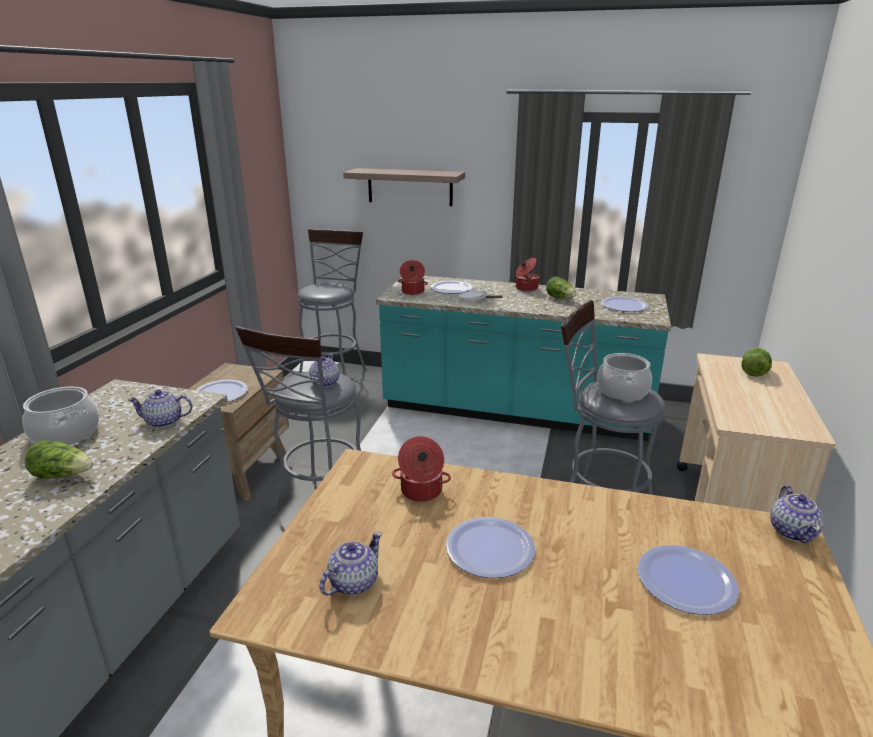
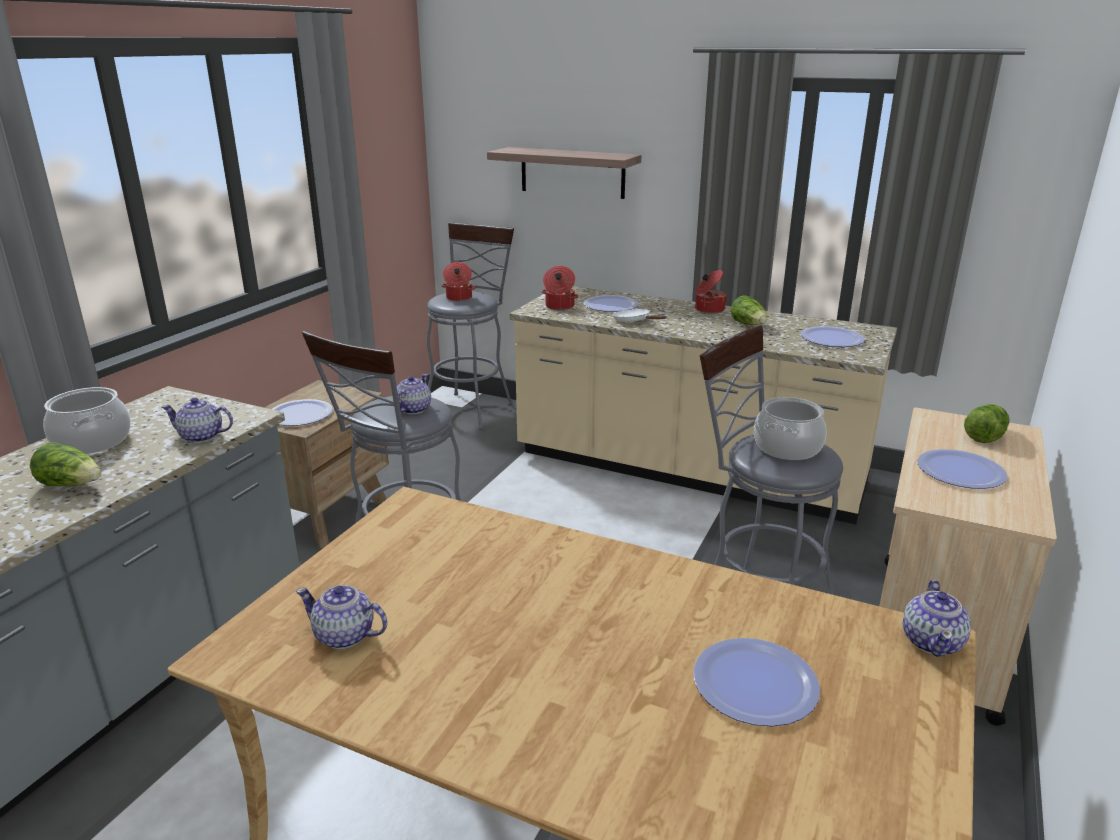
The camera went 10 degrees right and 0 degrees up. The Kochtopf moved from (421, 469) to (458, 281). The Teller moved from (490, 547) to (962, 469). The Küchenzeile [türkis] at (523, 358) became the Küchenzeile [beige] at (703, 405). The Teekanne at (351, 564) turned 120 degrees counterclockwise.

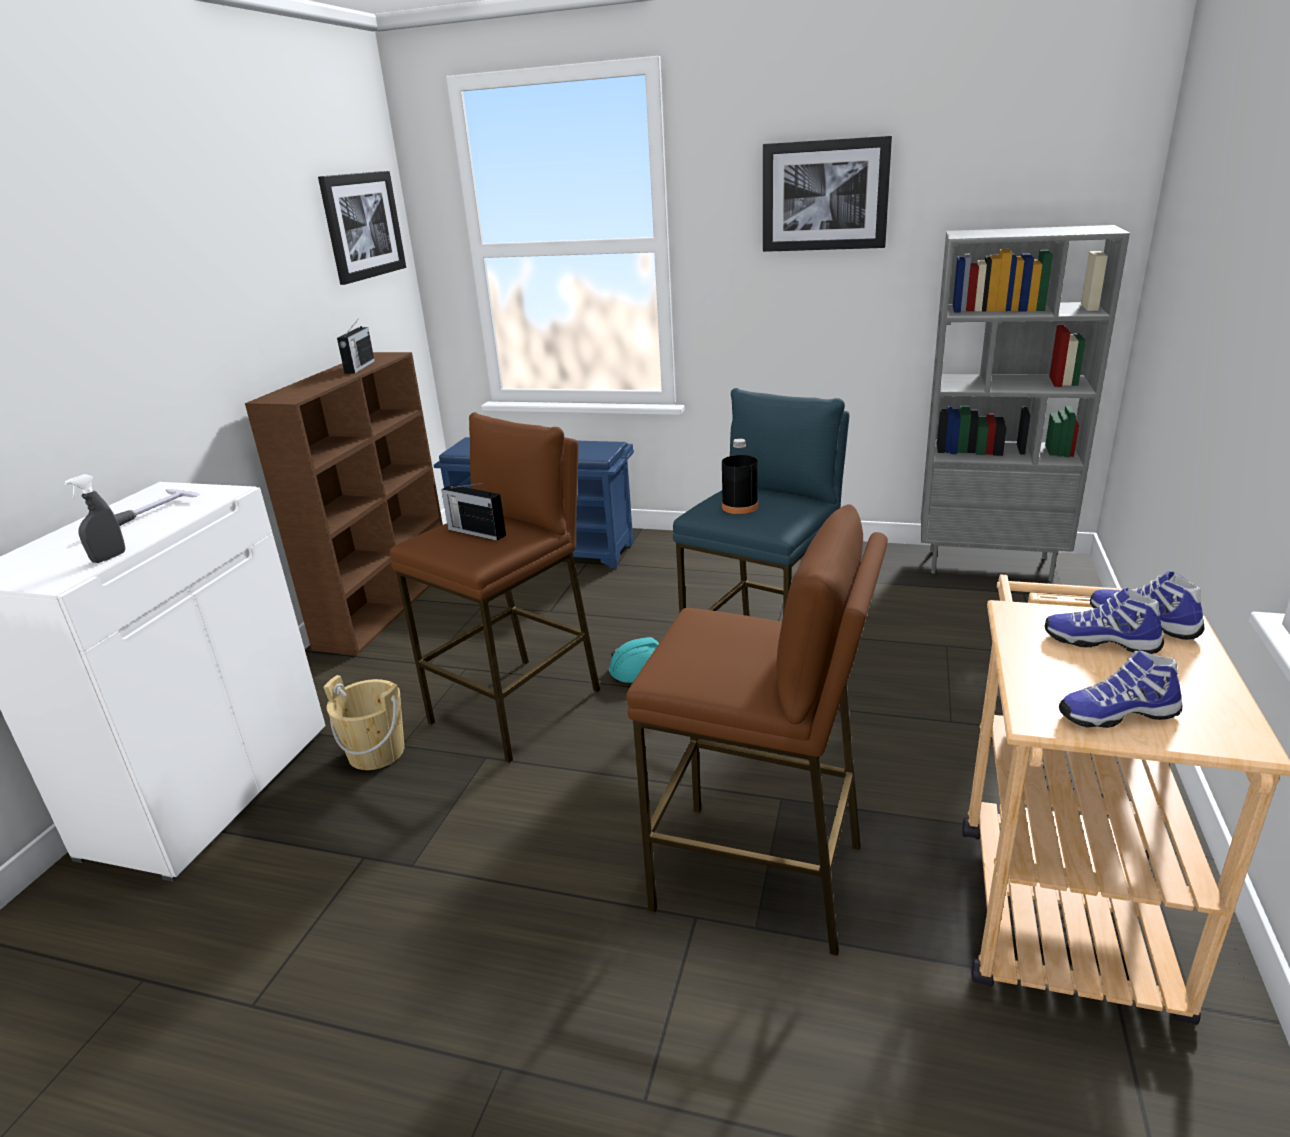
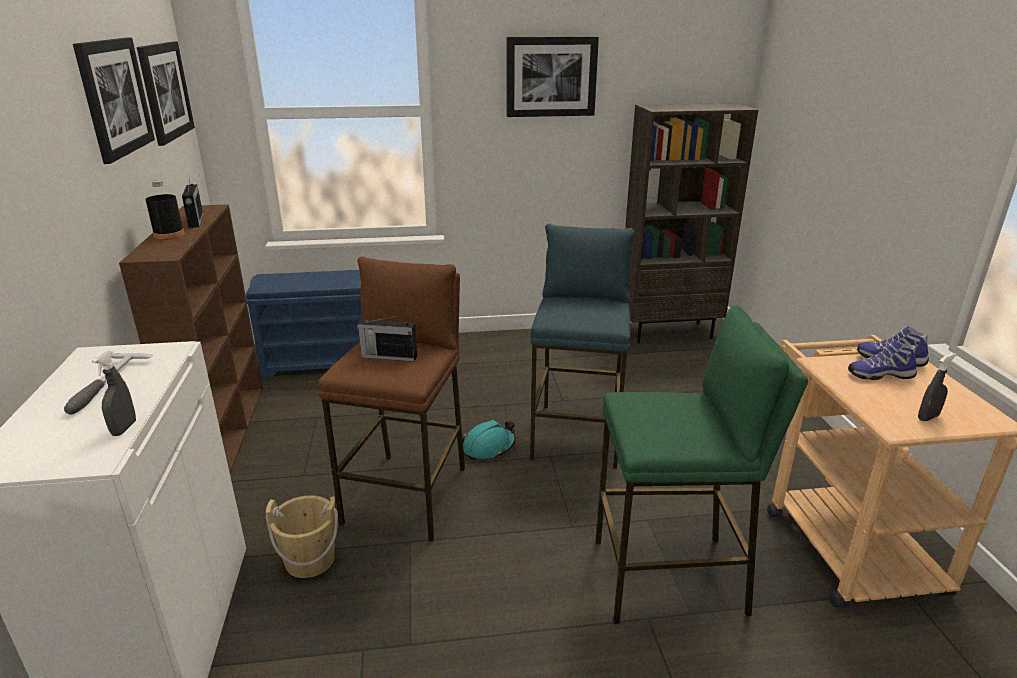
The camera went 25 degrees left and 0 degrees up. The Bild at (114, 101) appeared. The Flasche [schwarz] moved from (740, 476) to (164, 209). The Schuh at (1120, 689) was replaced by the Sprühflasche [grau] at (937, 387). The Hocker [braun] at (757, 730) became the Hocker [grün] at (701, 464). The Bücherregal [grau] at (1025, 403) became the Bücherregal [braun] at (691, 223).

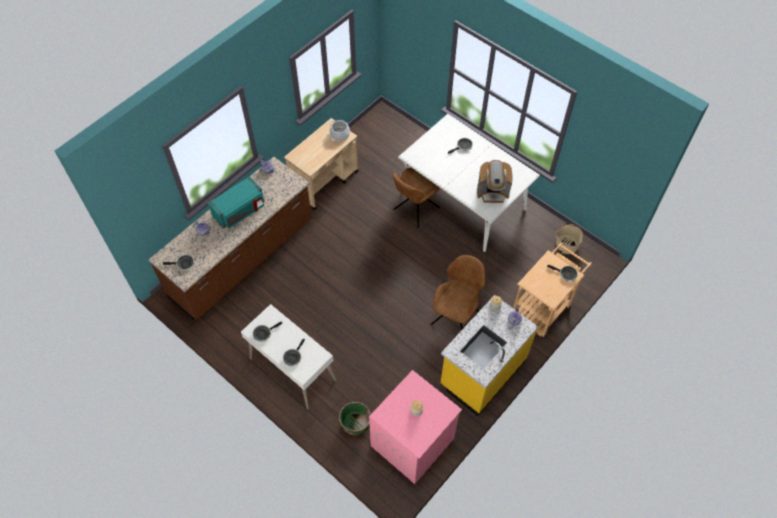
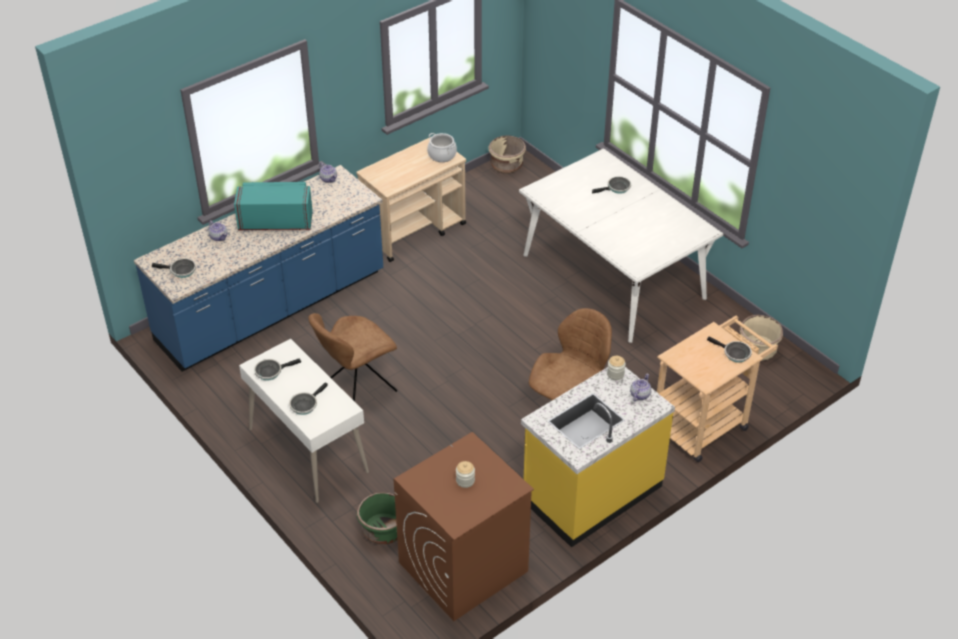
The camera went 10 degrees right and 15 degrees down. The Kaffeemaschine at (494, 181) disappeared. The Pflanzkübel [beige] at (507, 154) appeared. The Stuhl [braun] moved from (416, 197) to (352, 357). The Küchenzeile [braun] at (230, 238) became the Küchenzeile [blau] at (258, 268). The Waschmaschine [rosa] at (415, 427) became the Waschmaschine [braun] at (463, 526). The Mikrowelle [türkis] at (236, 202) turned 150 degrees counterclockwise.

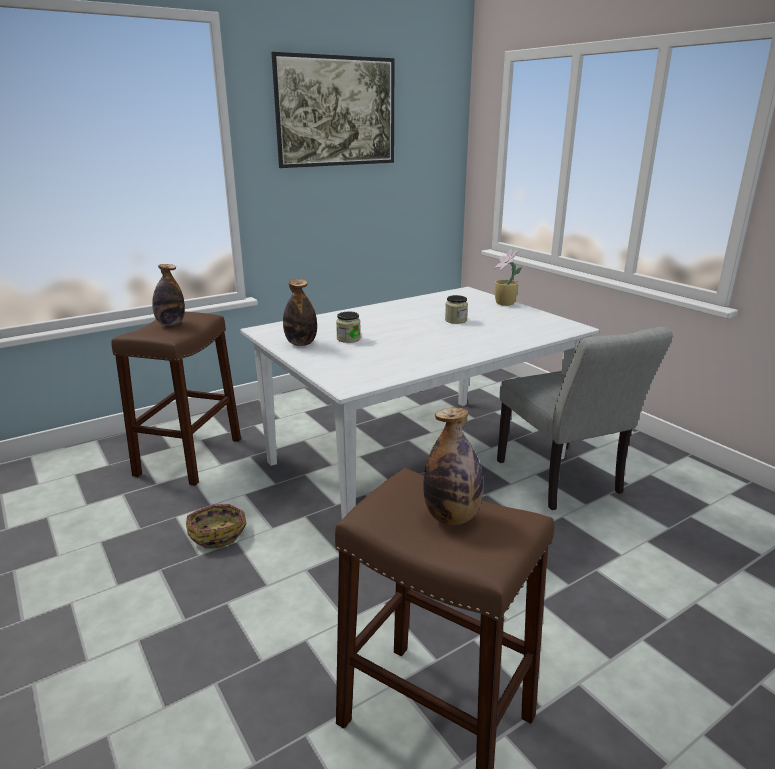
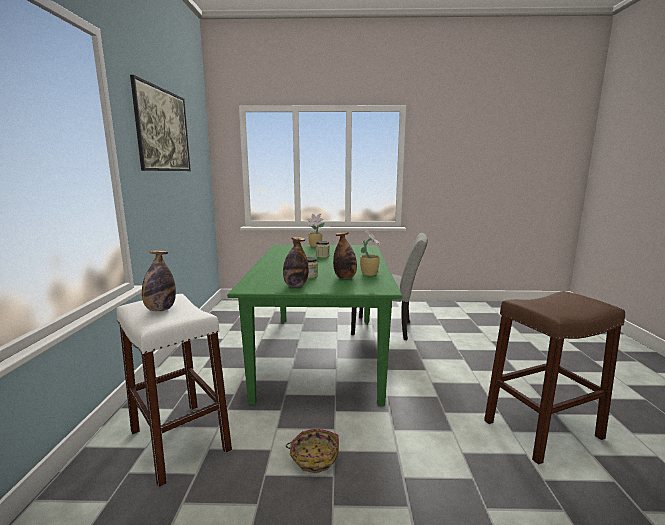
The camera went 55 degrees left and 10 degrees down. The Topfpflanze at (370, 252) appeared. The Flasche moved from (453, 466) to (345, 255). The Hocker [braun] at (176, 399) became the Hocker [weiß] at (174, 390). The Esstisch [weiß] at (419, 403) became the Esstisch [grün] at (314, 325).

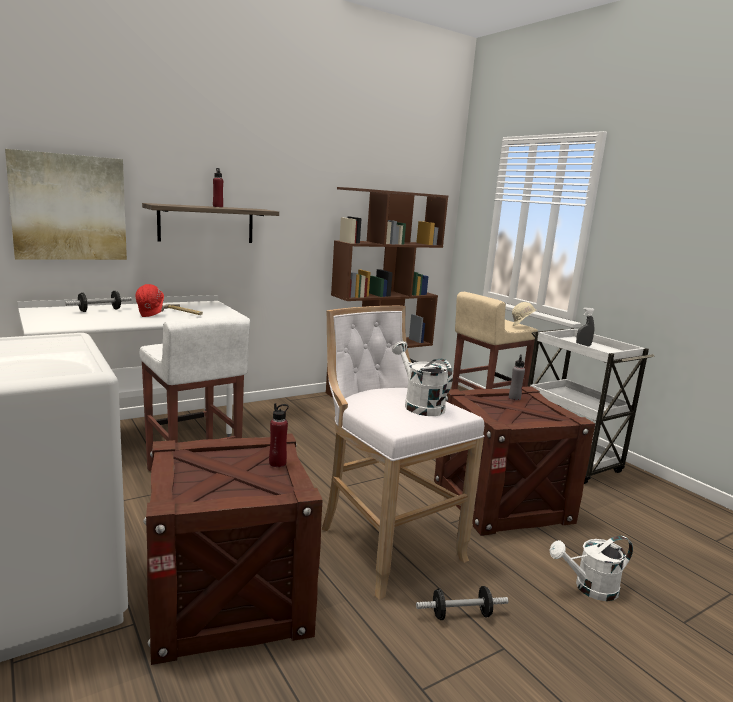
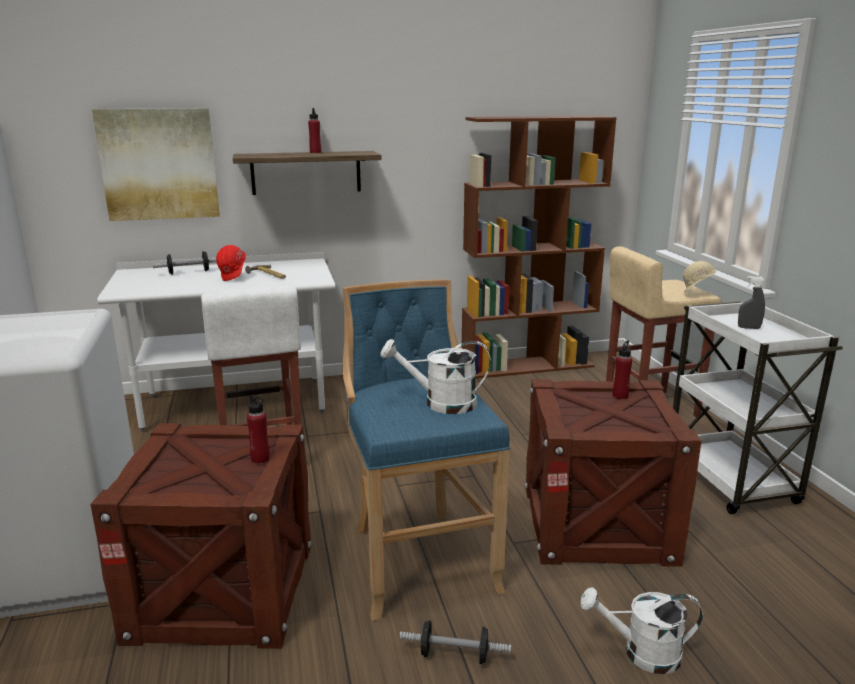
The camera went 20 degrees right and 5 degrees up. The Hocker [weiß] at (402, 453) became the Hocker [blau] at (426, 450). The Flasche [grau] at (517, 377) became the Flasche [rot] at (622, 369). The Gießkanne [weiß] at (422, 378) turned 75 degrees counterclockwise.

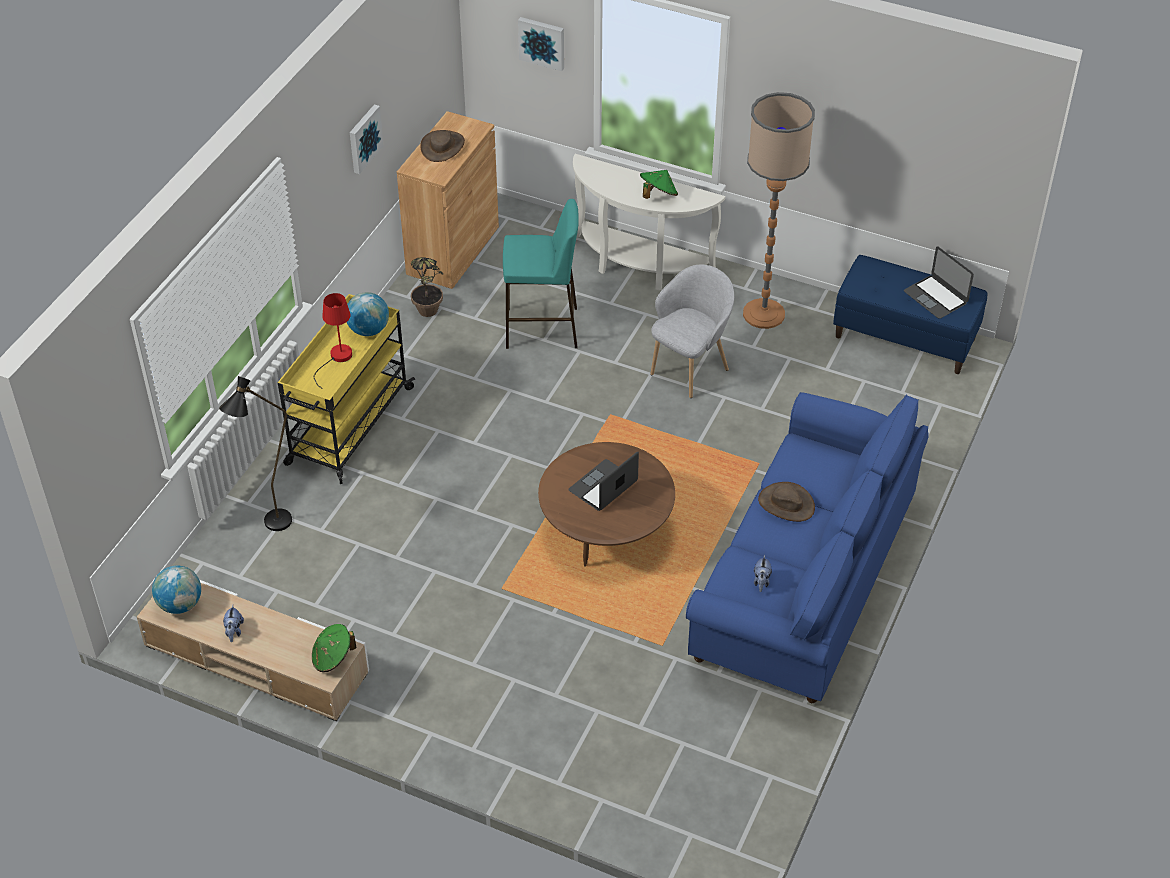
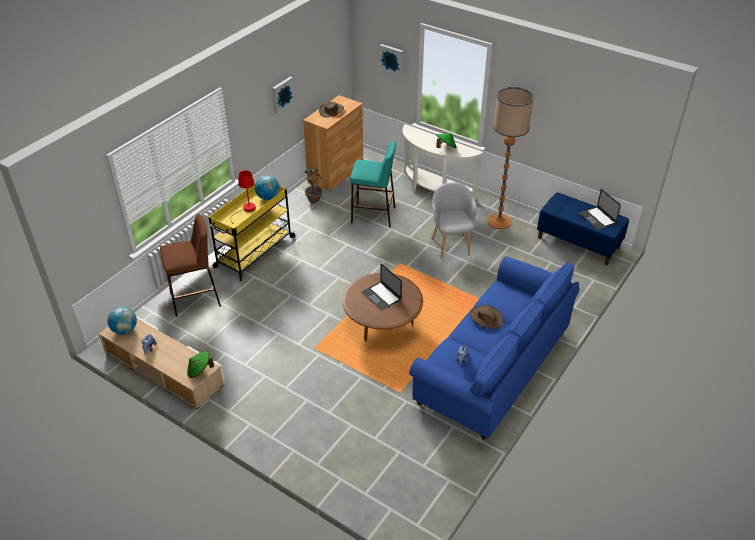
The camera went 10 degrees right and 5 degrees down. The Stehlampe [schwarz] at (255, 453) was replaced by the Hocker [braun] at (190, 265). The Laptop at (604, 481) turned 90 degrees counterclockwise. The Sessel [grau] at (692, 331) turned 60 degrees counterclockwise.

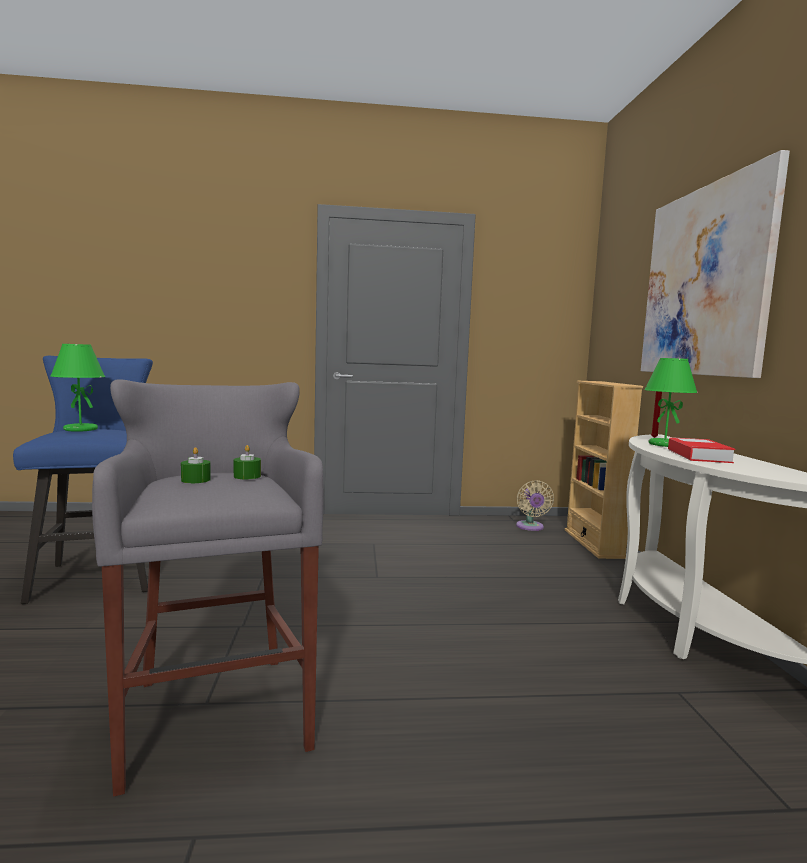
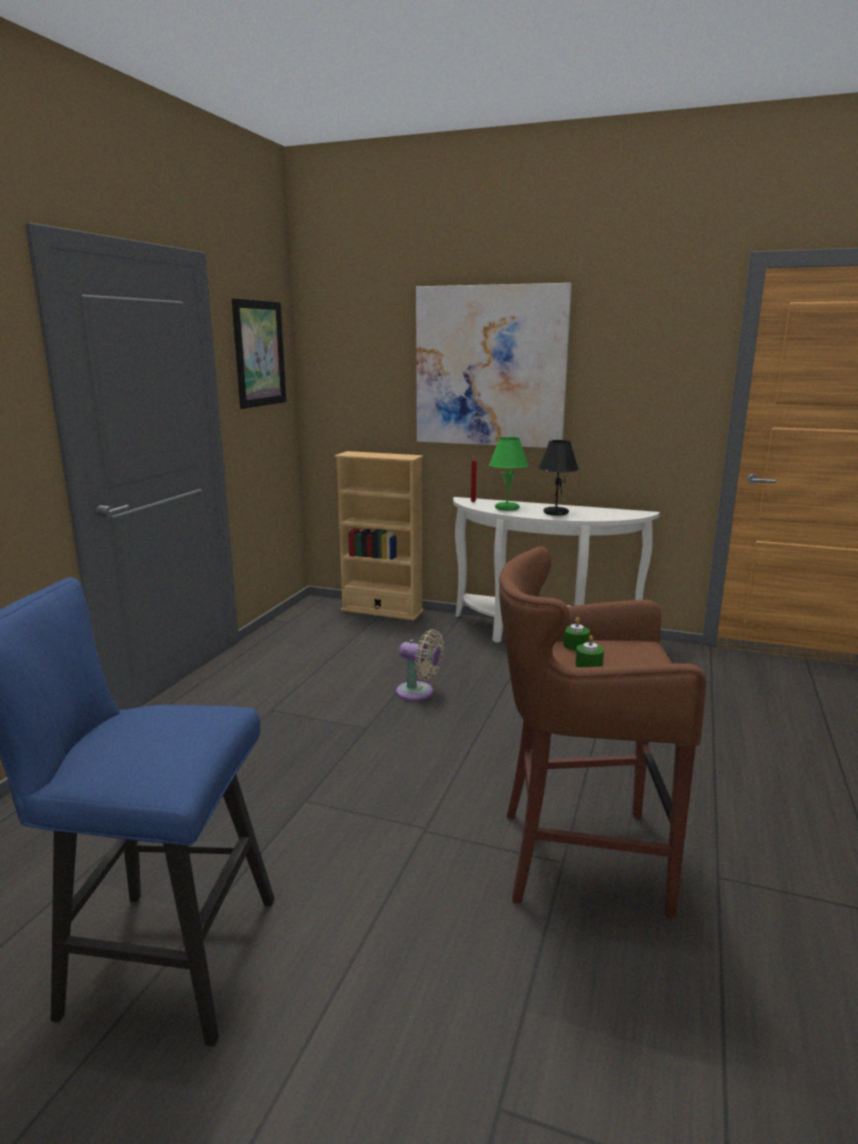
The camera went 65 degrees left and 10 degrees up. The Tischlampe [grün] at (77, 388) disappeared. The Bild at (259, 353) appeared. The Ventilator [beige] moved from (535, 505) to (420, 665). The Buch at (701, 450) was replaced by the Tischlampe [schwarz] at (558, 478). The Hocker [grau] at (208, 588) became the Hocker [braun] at (602, 732).

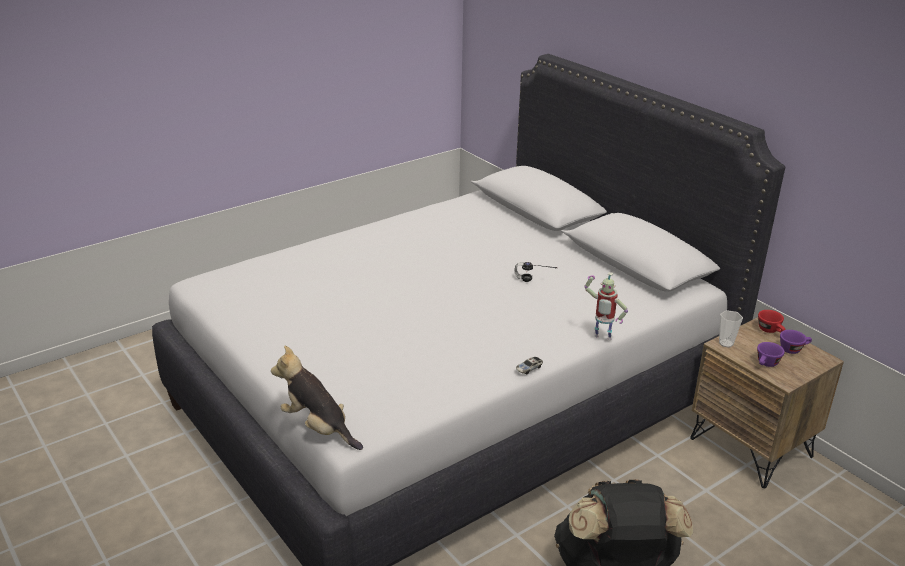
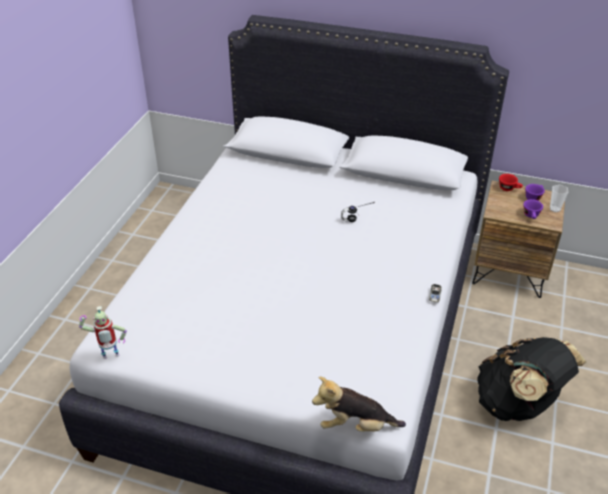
The camera went 35 degrees left and 10 degrees up. The Spielzeugroboter moved from (606, 306) to (103, 332). The Tasse moved from (731, 329) to (559, 198).

